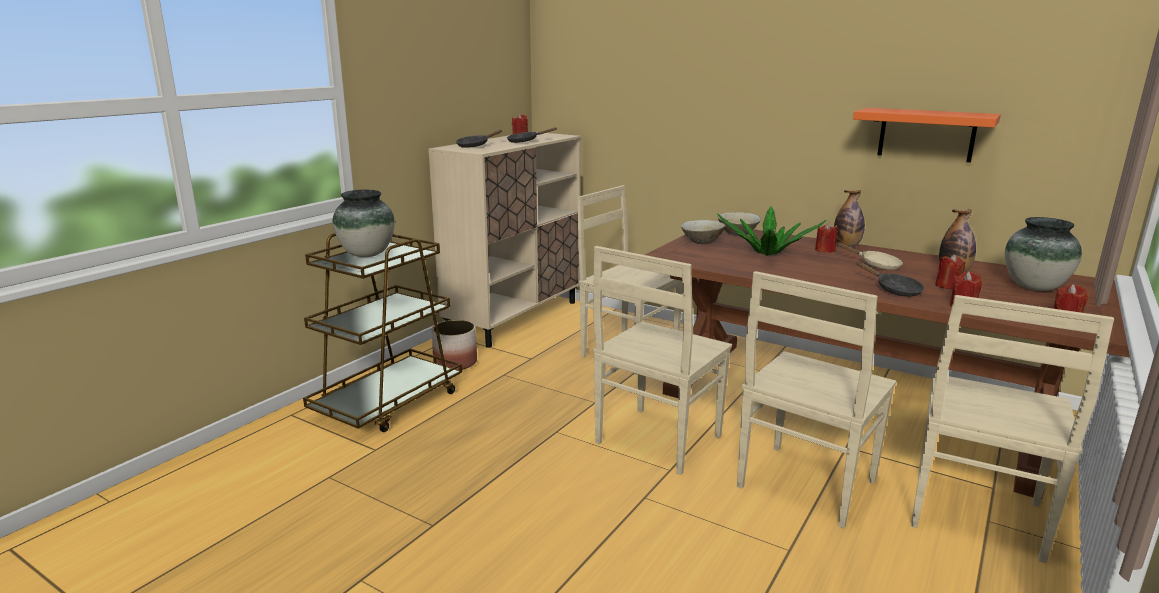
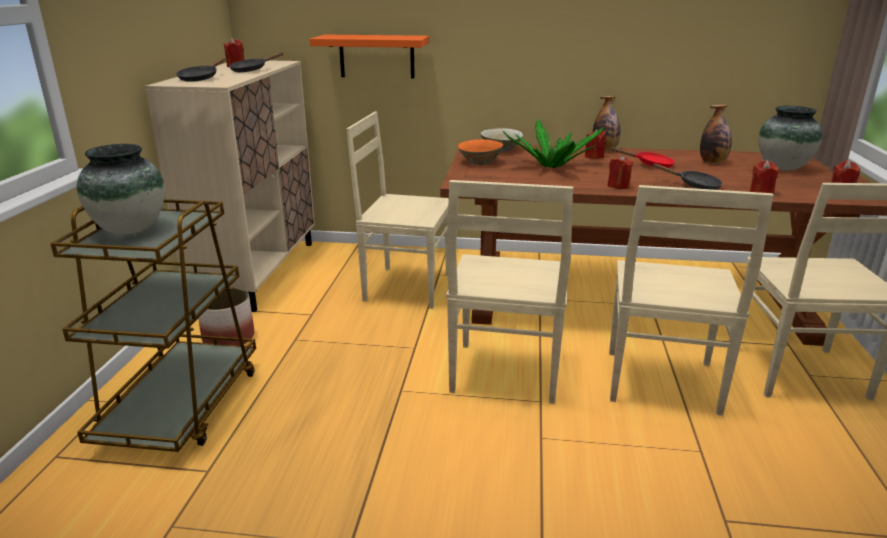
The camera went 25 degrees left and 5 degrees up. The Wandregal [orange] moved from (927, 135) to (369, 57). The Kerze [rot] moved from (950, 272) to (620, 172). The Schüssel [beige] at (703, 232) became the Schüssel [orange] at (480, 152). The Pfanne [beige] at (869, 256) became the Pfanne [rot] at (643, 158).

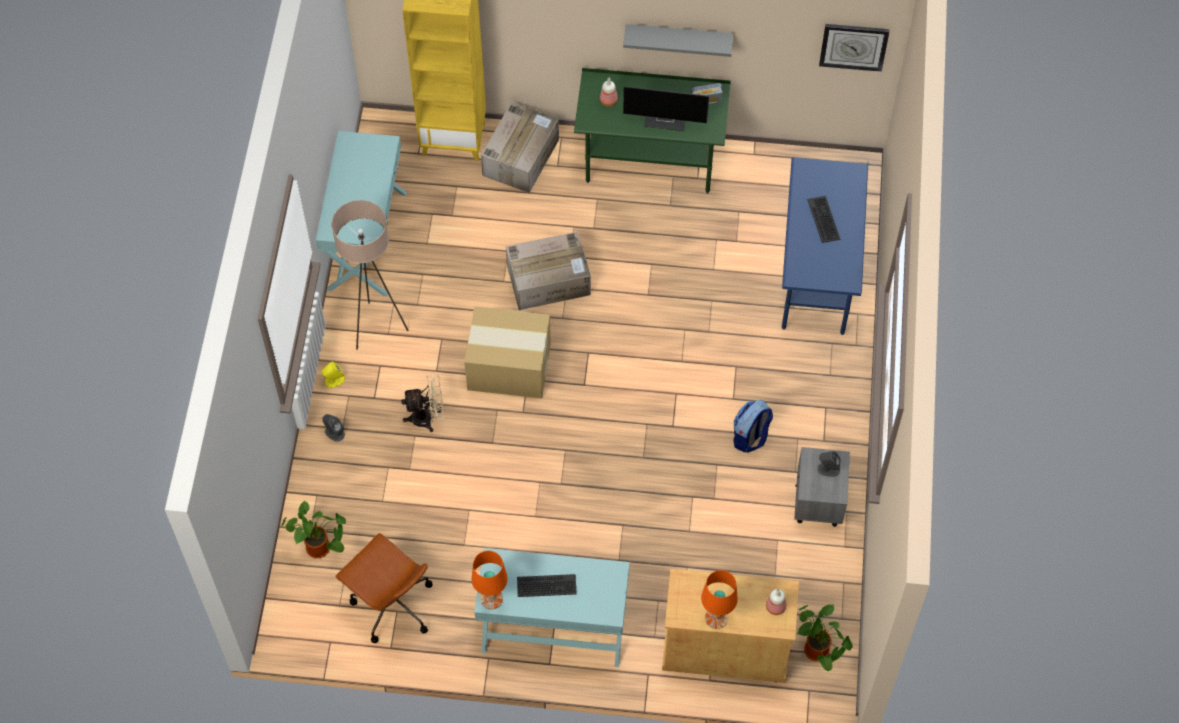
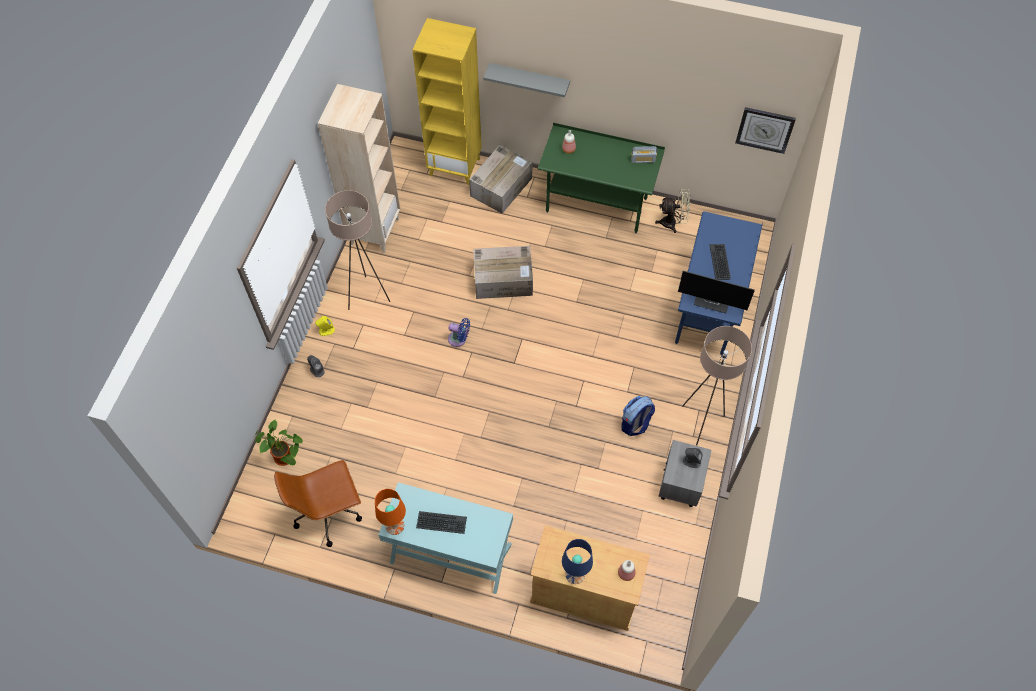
The camera went 10 degrees right and 0 degrees up. The Topfpflanze at (825, 637) disappeared. The Stehlampe [beige] at (717, 386) appeared. The Ventilator [beige] moved from (422, 403) to (673, 211). The Wandregal [grau] moved from (678, 40) to (526, 80). The Monitor moved from (666, 108) to (716, 292). The Konsolentisch [türkis] at (361, 213) was replaced by the Bücherregal [beige] at (359, 168). The Karton at (507, 352) was replaced by the Ventilator [blau] at (459, 332). The Tischlampe [orange] at (719, 599) became the Tischlampe [blau] at (577, 561). The Bürostuhl [braun] at (383, 588) turned 105 degrees clockwise.

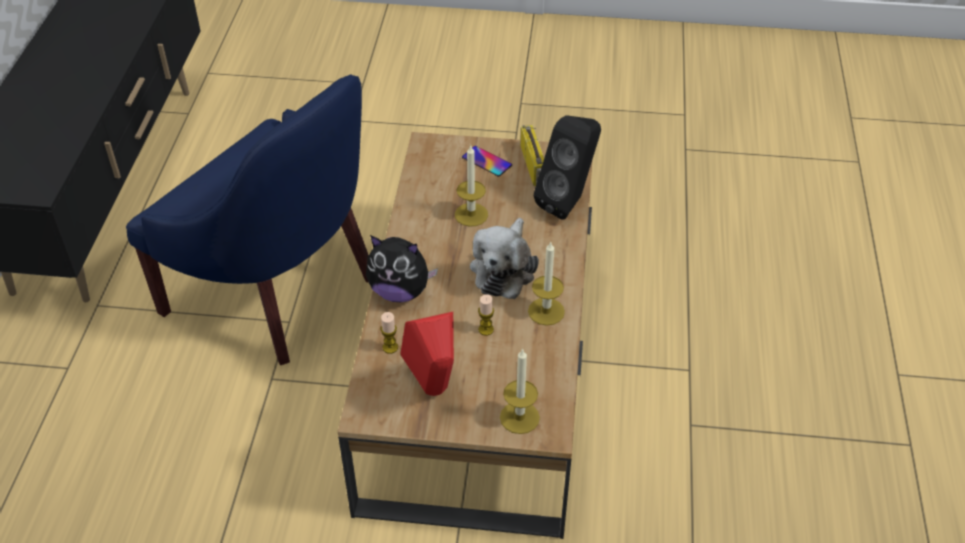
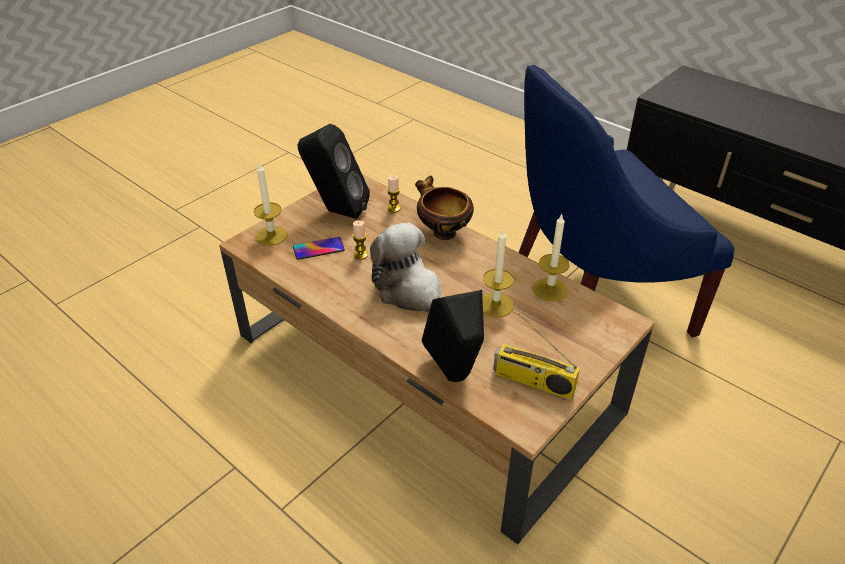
The camera went 125 degrees right and 5 degrees down. The Handy moved from (487, 161) to (319, 248). The Kerze moved from (546, 284) to (551, 257). The Plüschtier at (402, 268) was replaced by the Schüssel at (444, 208). The Lautsprecher [rot] at (427, 354) became the Lautsprecher [schwarz] at (334, 171).

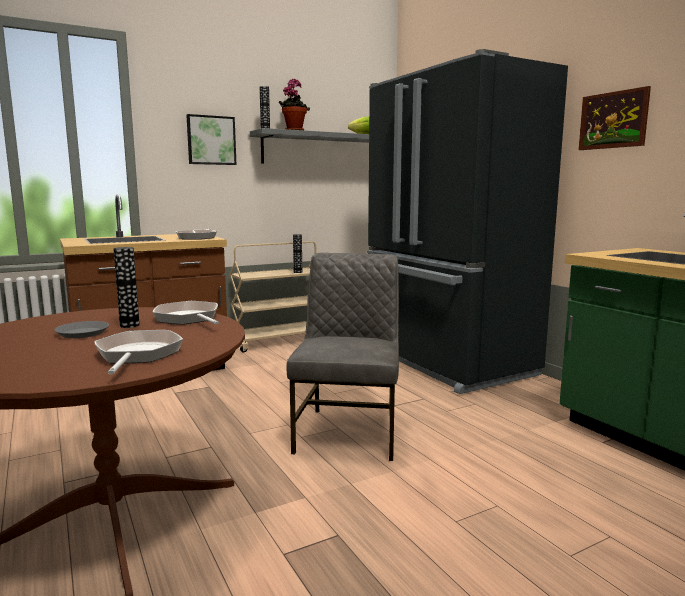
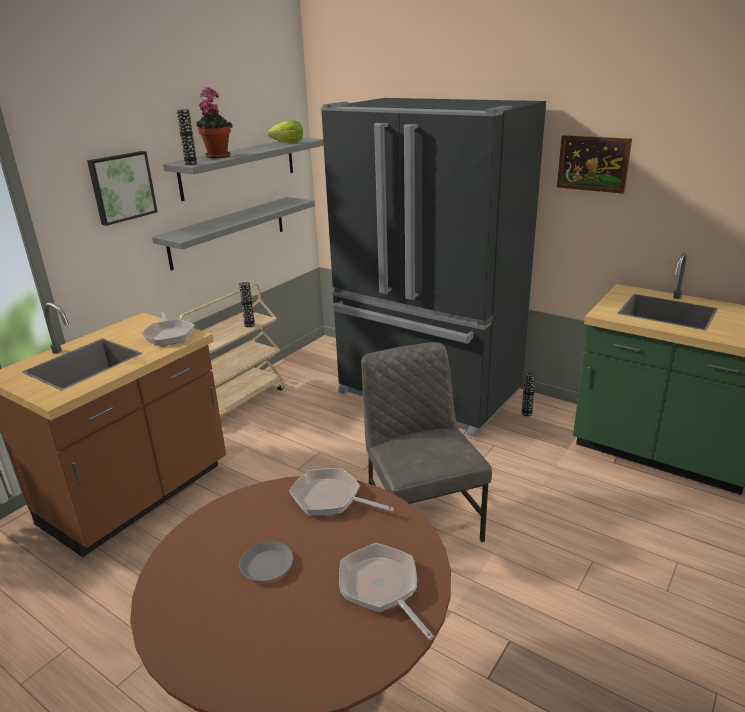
The camera went 25 degrees left and 15 degrees up. The Wandregal [grau] at (233, 234) appeared. The Vase moved from (126, 287) to (529, 394).

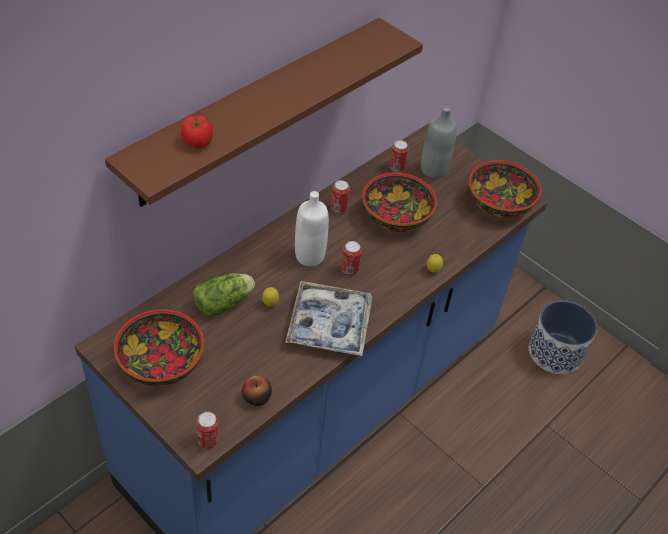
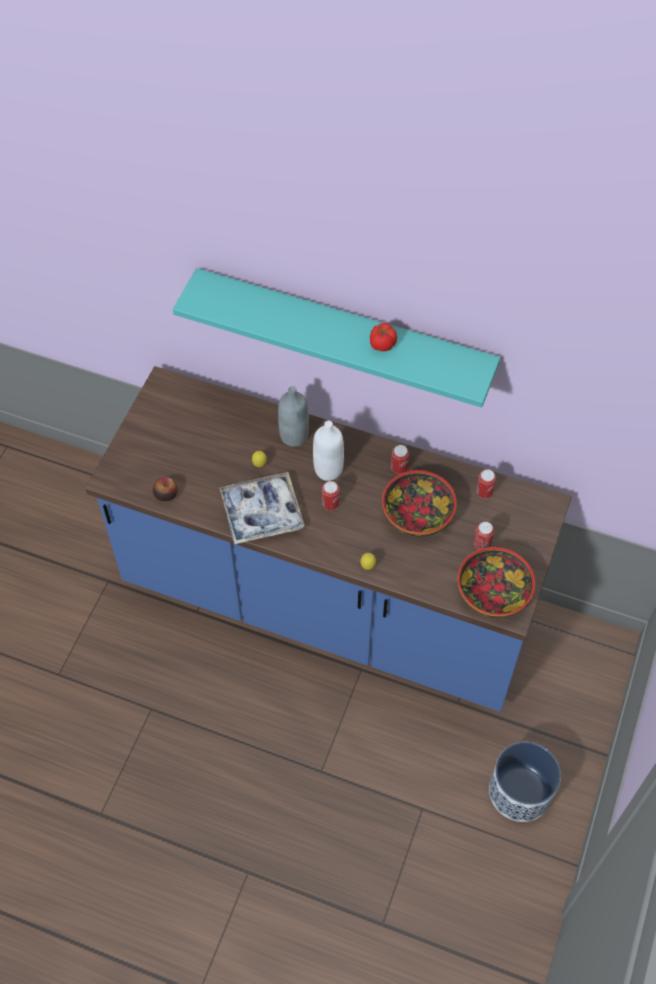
The camera went 70 degrees right and 10 degrees up. The Schüssel at (159, 348) disappeared. The Salatkopf at (224, 294) disappeared. The Tomate moved from (197, 131) to (383, 337). The Dose moved from (208, 430) to (484, 536). The Flasche [grau] moved from (439, 142) to (293, 416). The Wandregal [braun] at (264, 112) became the Wandregal [türkis] at (336, 338).

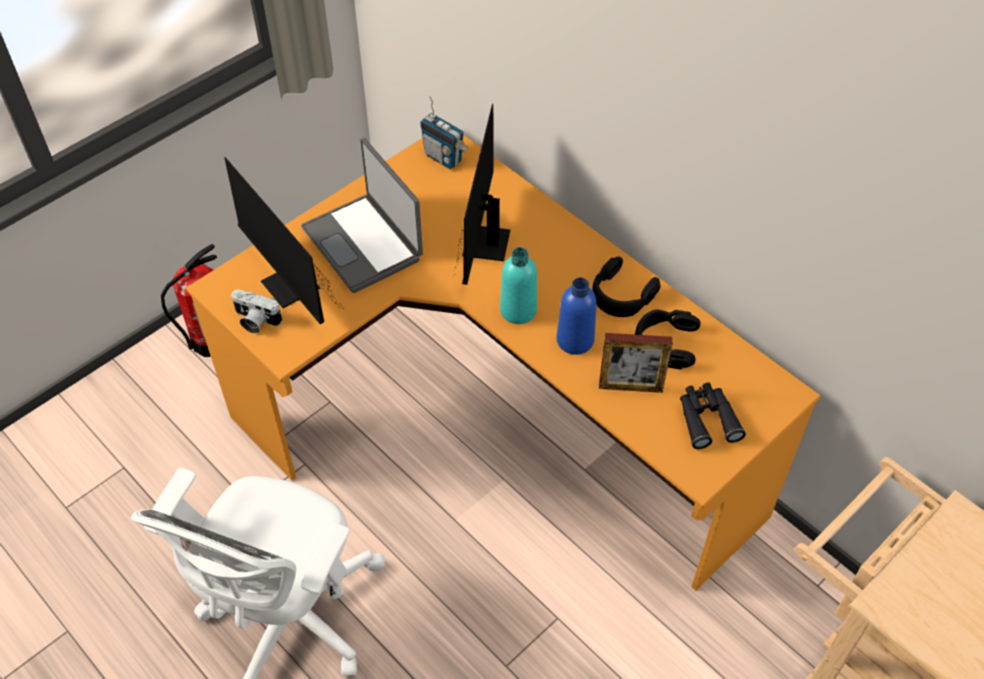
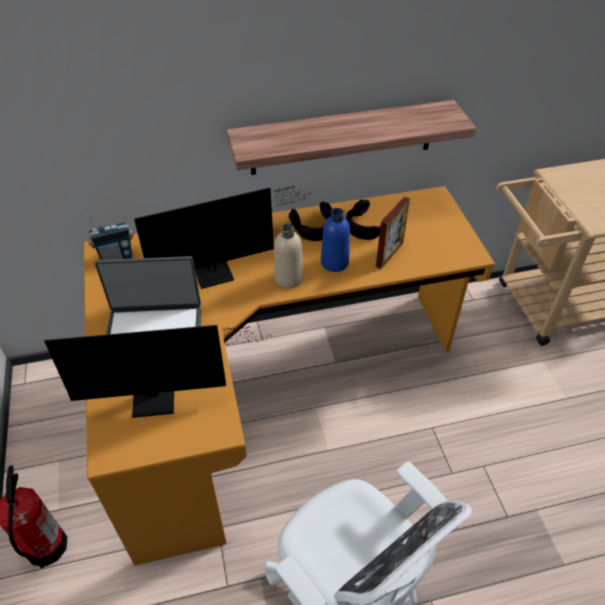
The camera went 60 degrees left and 5 degrees down. The Kamera at (256, 311) disappeared. The Fernglas [schwarz] at (713, 415) disappeared. The Wandregal at (351, 137) appeared. The Flasche [türkis] at (518, 285) became the Flasche [beige] at (288, 255). The Monitor at (482, 194) turned 60 degrees counterclockwise.

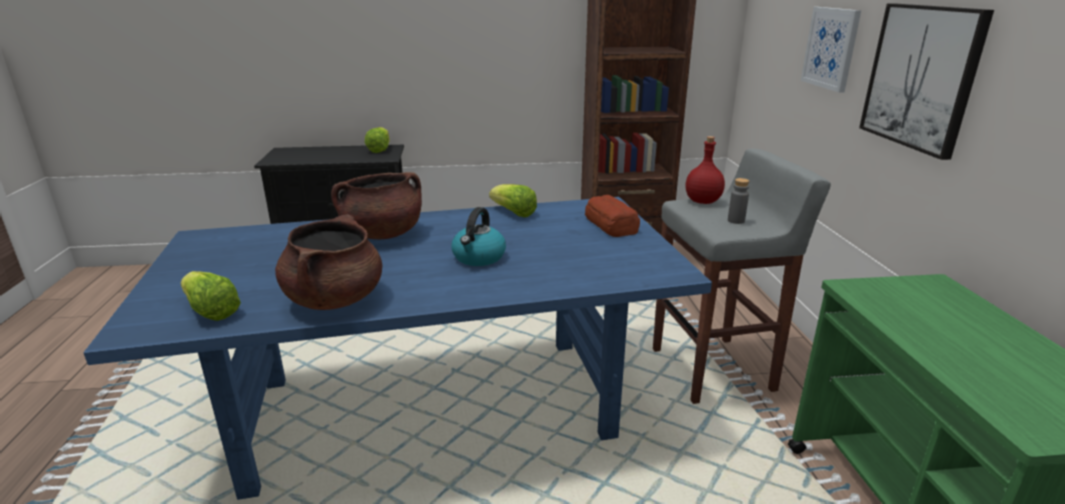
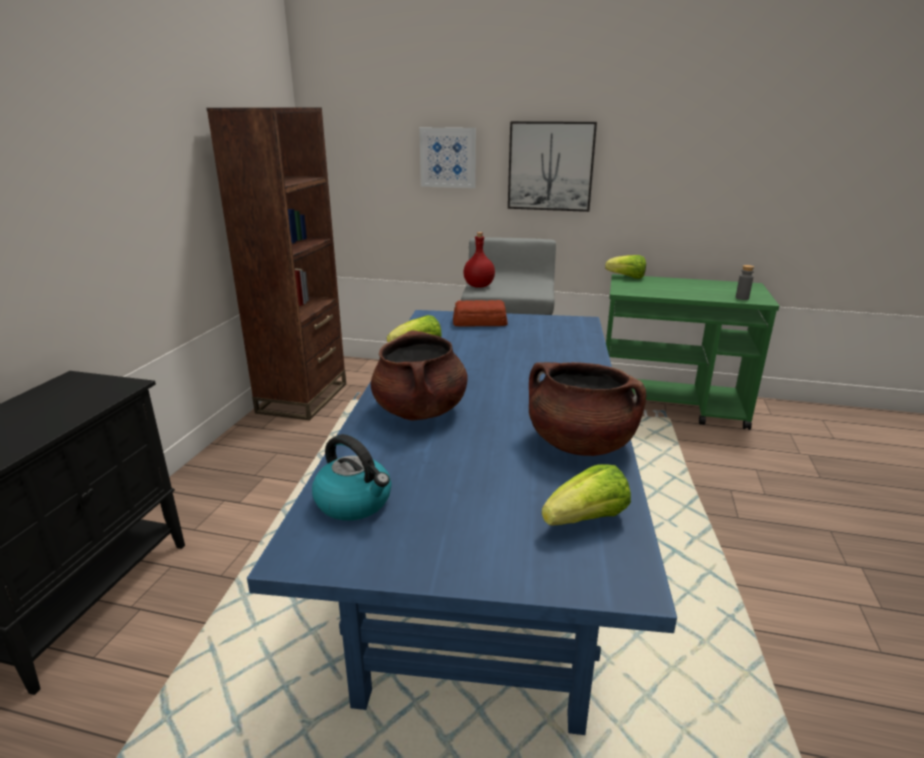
The camera went 70 degrees left and 0 degrees up. The Salatkopf moved from (377, 140) to (625, 267). The Wasserkessel moved from (478, 236) to (351, 477). The Flasche [grau] moved from (738, 201) to (745, 282).

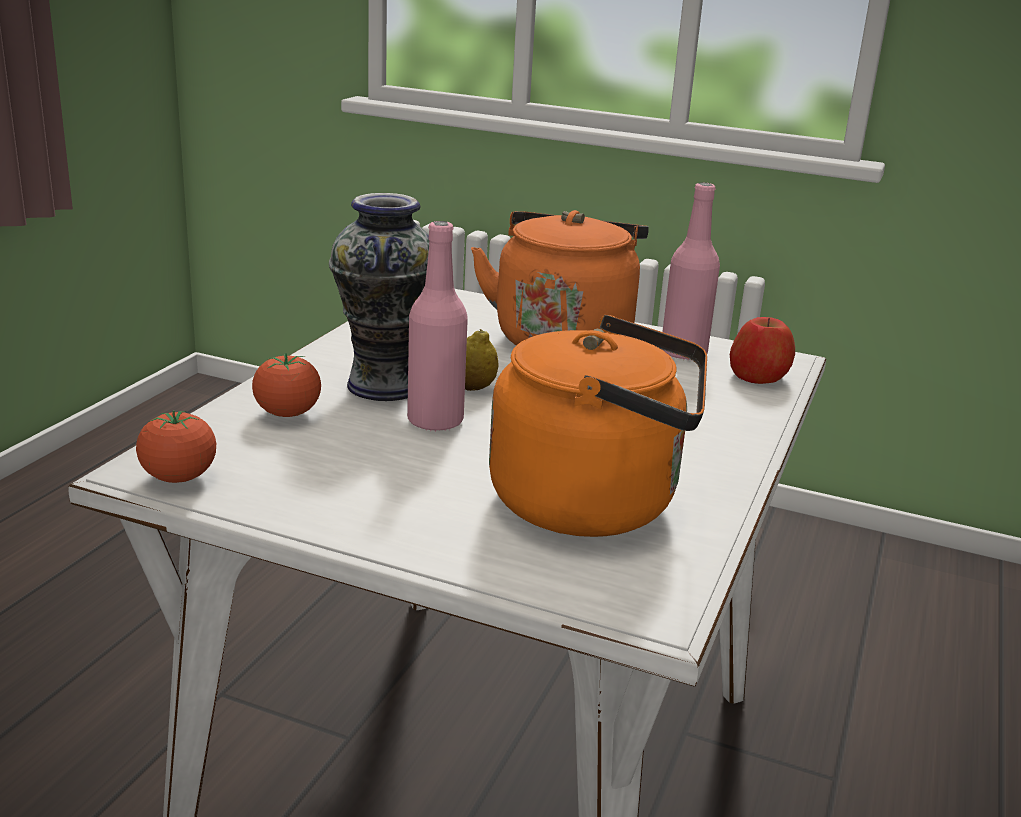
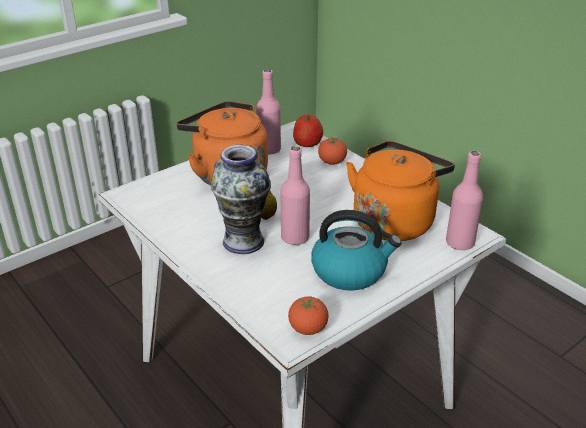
The camera went 60 degrees left and 10 degrees up. The Wasserkessel at (356, 250) appeared. The Flasche [rosa] at (464, 201) appeared. The Tomate moved from (286, 385) to (332, 151).

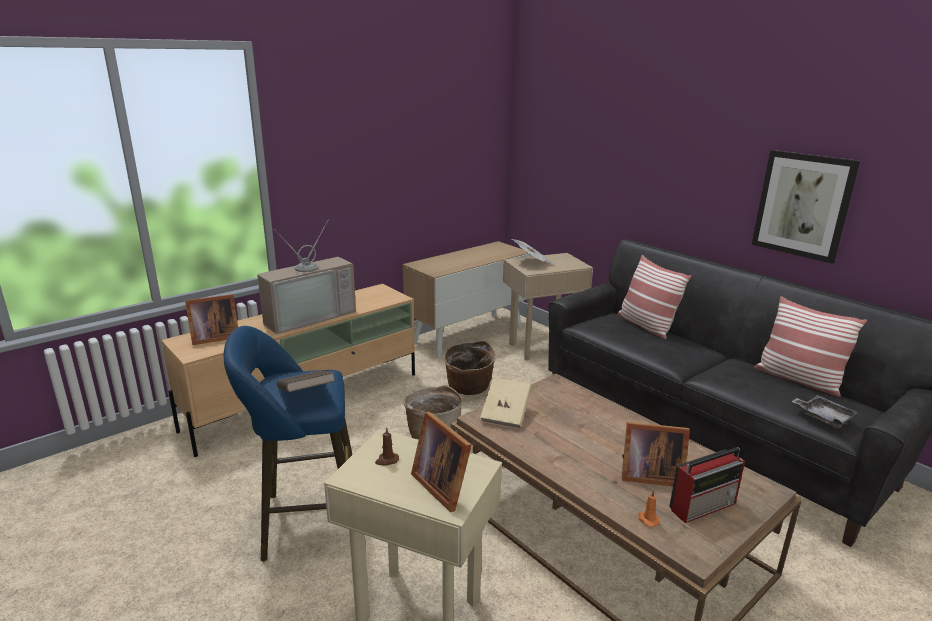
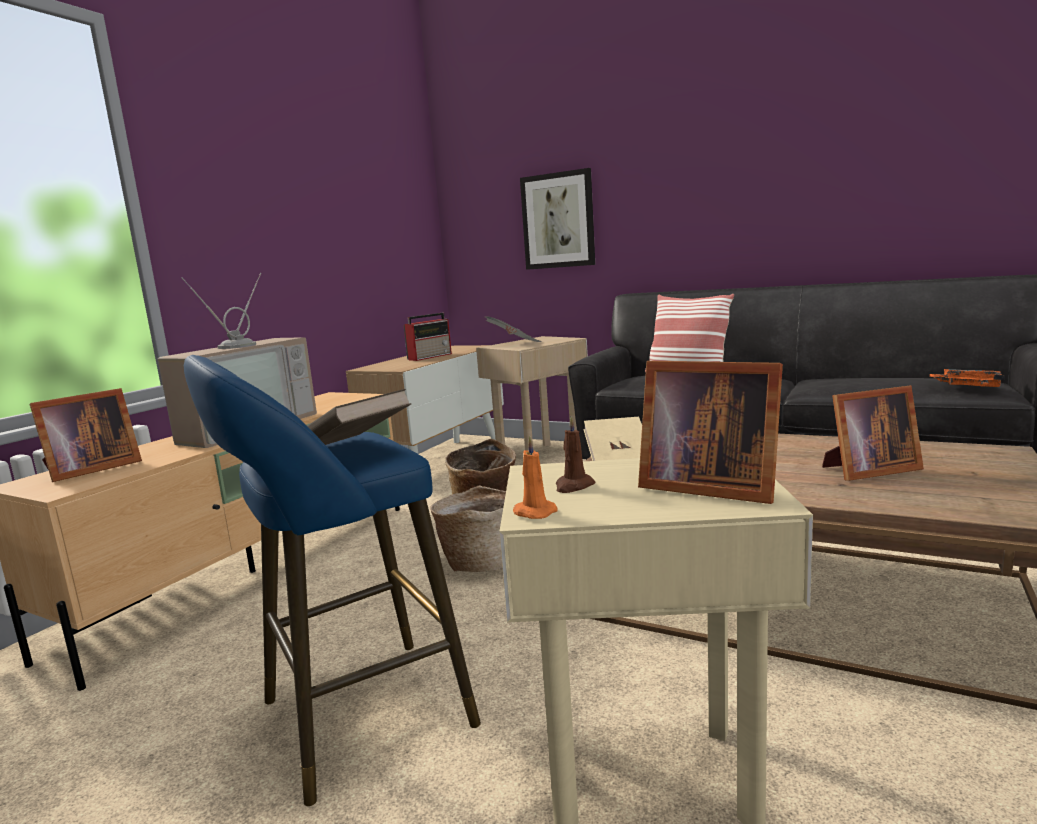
The camera went 20 degrees left and 10 degrees down. The Kissen at (810, 346) disappeared. The Kerze [orange] moved from (649, 508) to (535, 477). The Radio moved from (707, 485) to (427, 337). The Bild moved from (806, 207) to (557, 219). The Tablett [grau] at (824, 411) became the Tablett [orange] at (967, 378).

